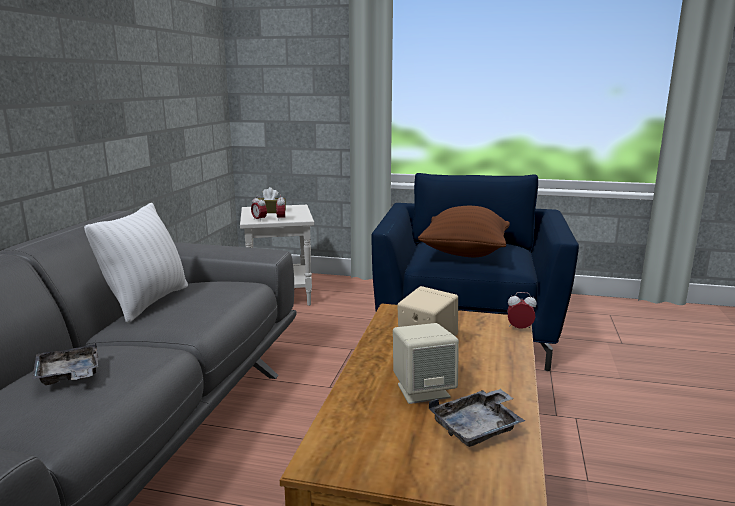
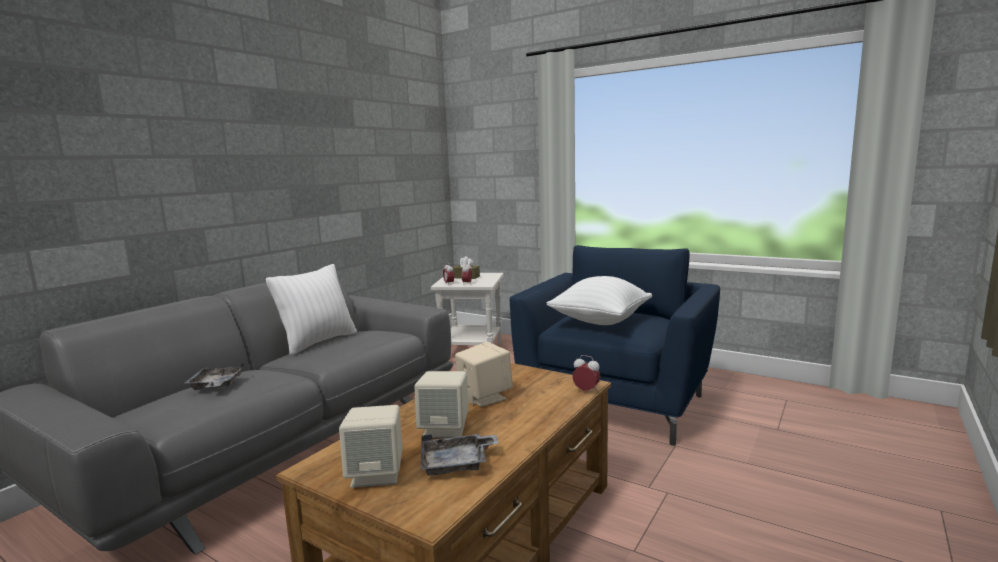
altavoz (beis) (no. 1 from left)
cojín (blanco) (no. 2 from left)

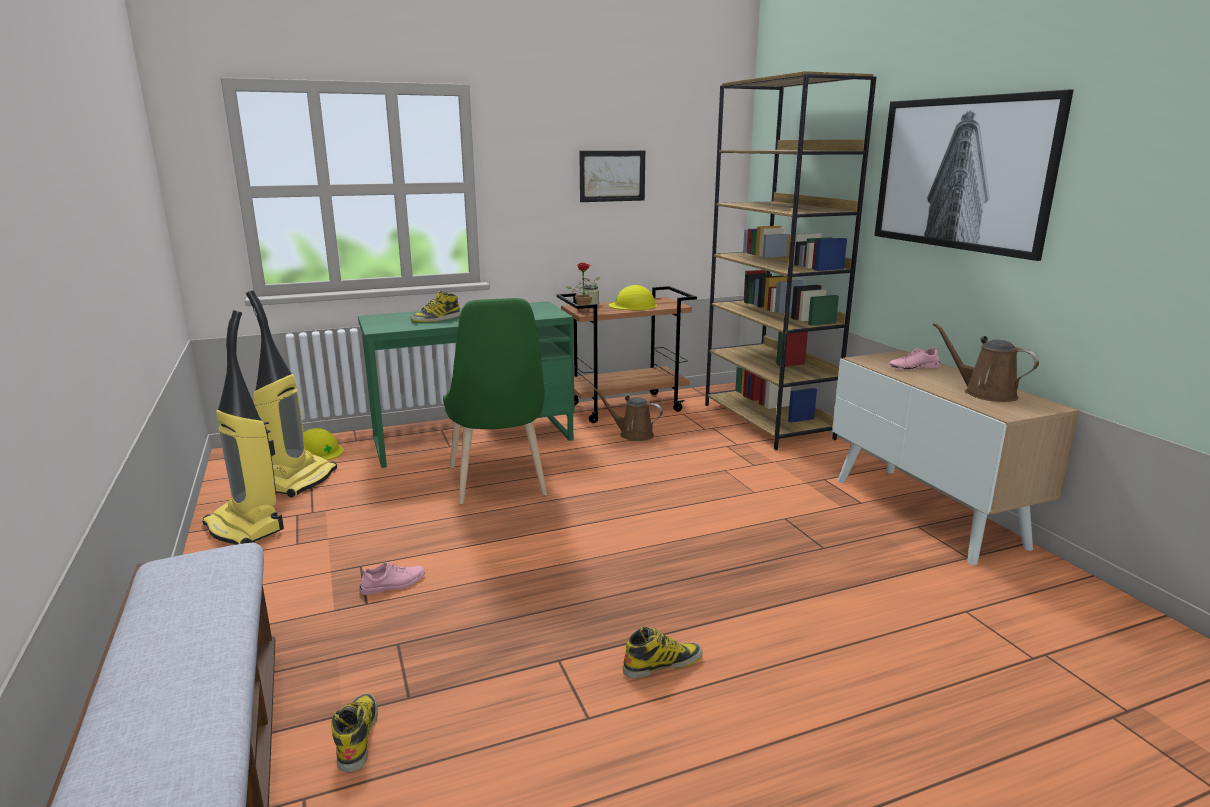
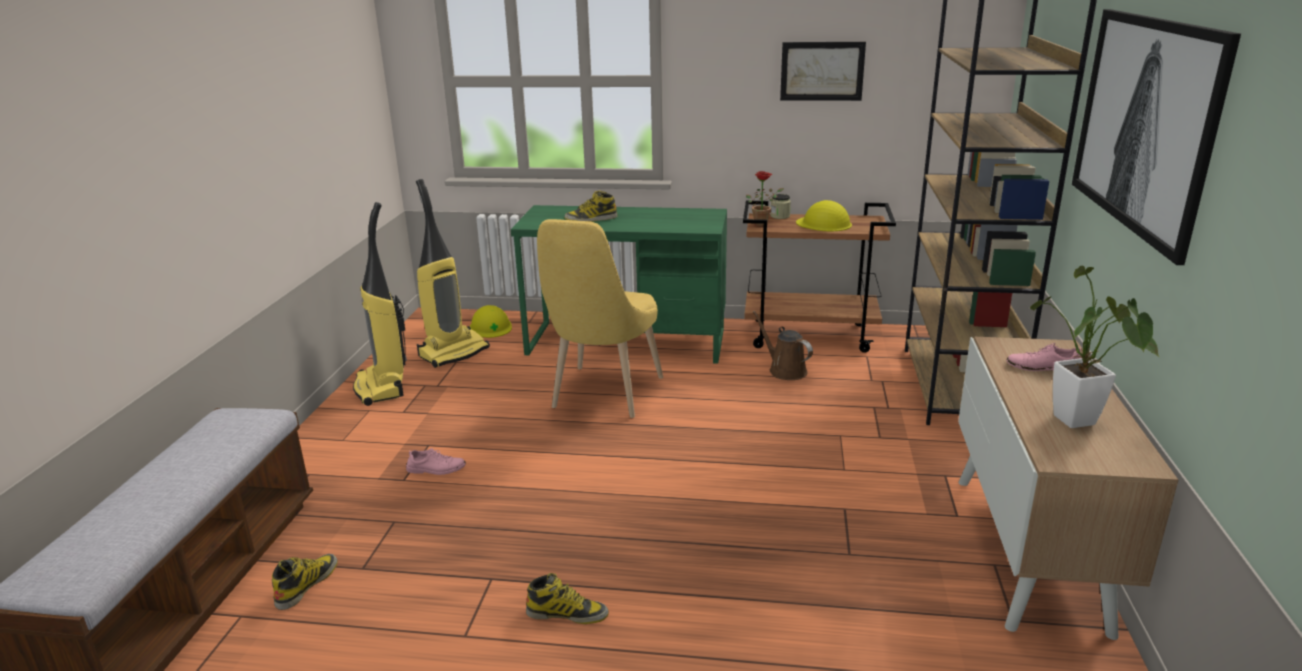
planta en maceta (no. 2 from left)
silla (amarillo)

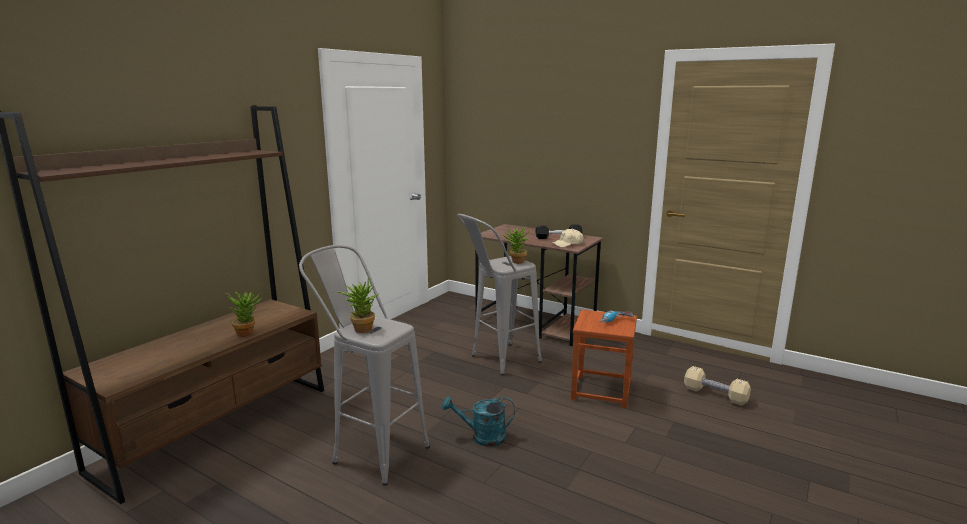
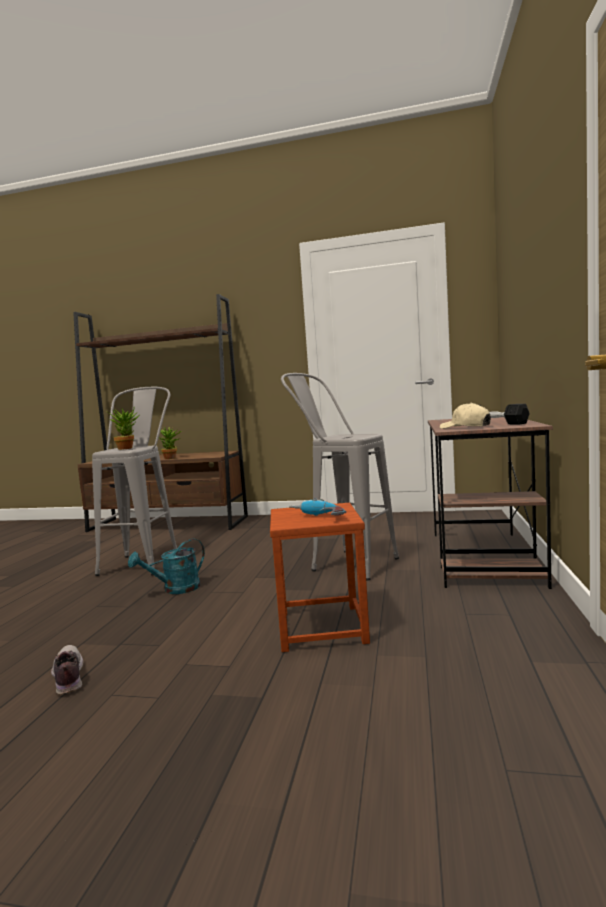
planta en maceta (no. 3 from left in the first image)
mancuerna (beis)
zapato
regadera (turquesa)

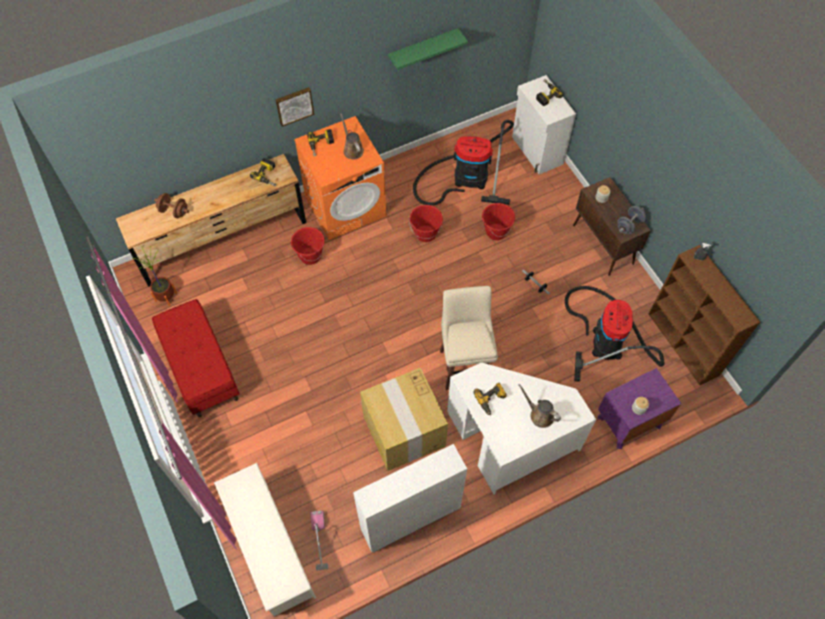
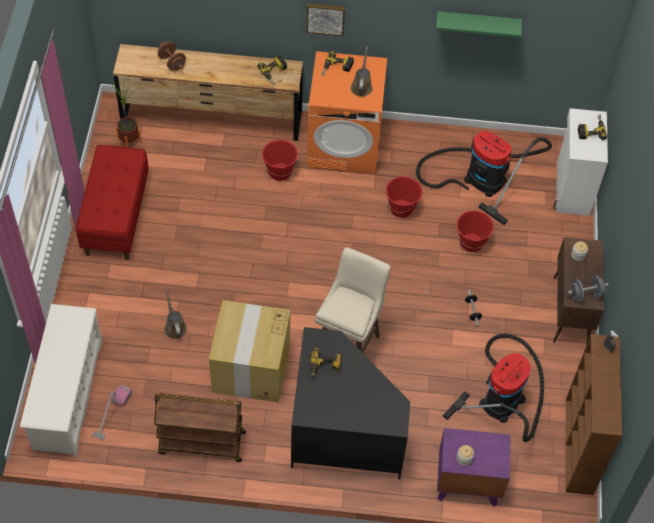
regadera (marrón) (no. 1 from left)
carrito (marrón)
escritorio (negro)

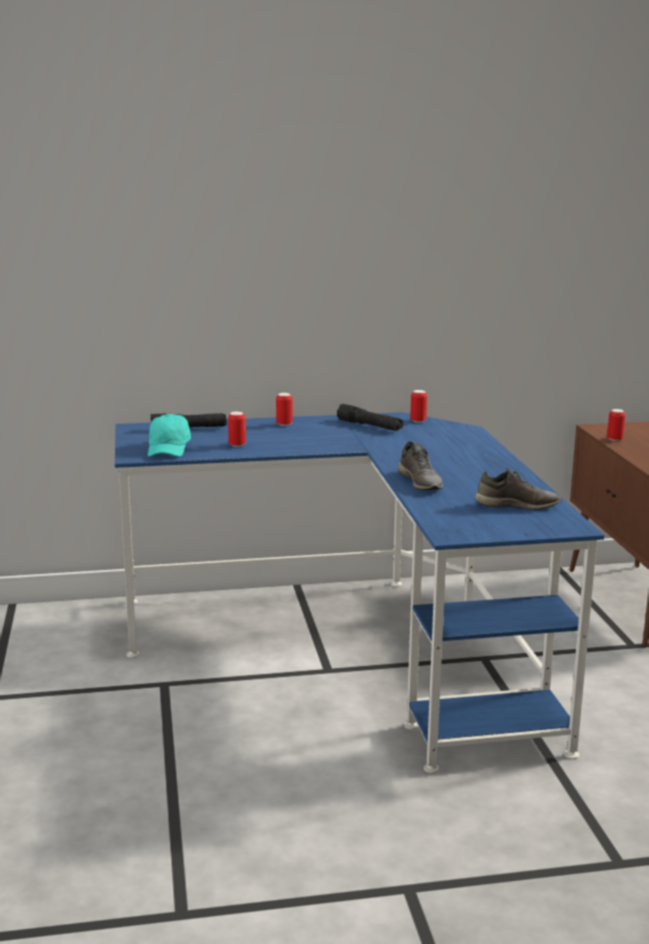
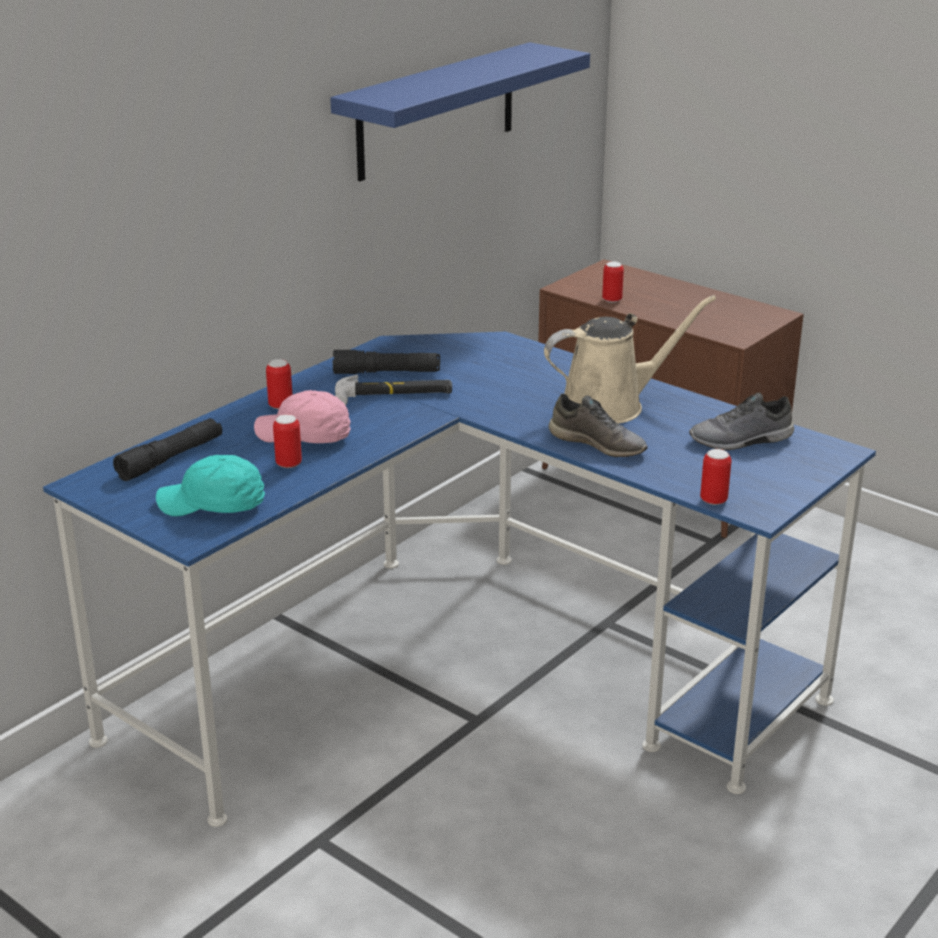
gorra (rosa)
estante (azul)
martillo
regadera (beis)
lata (no. 4 from left)
gorra (turquesa)
zapato (gris) (no. 2 from left)

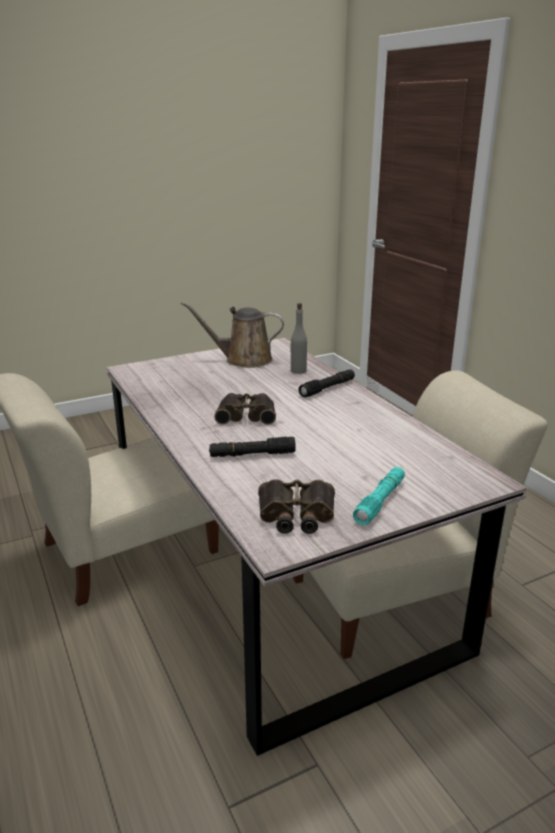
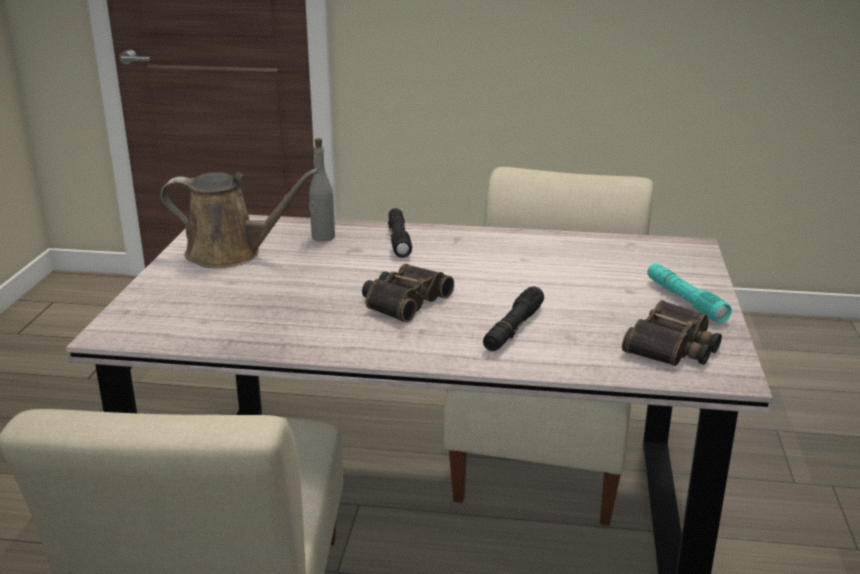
regadera (marrón)

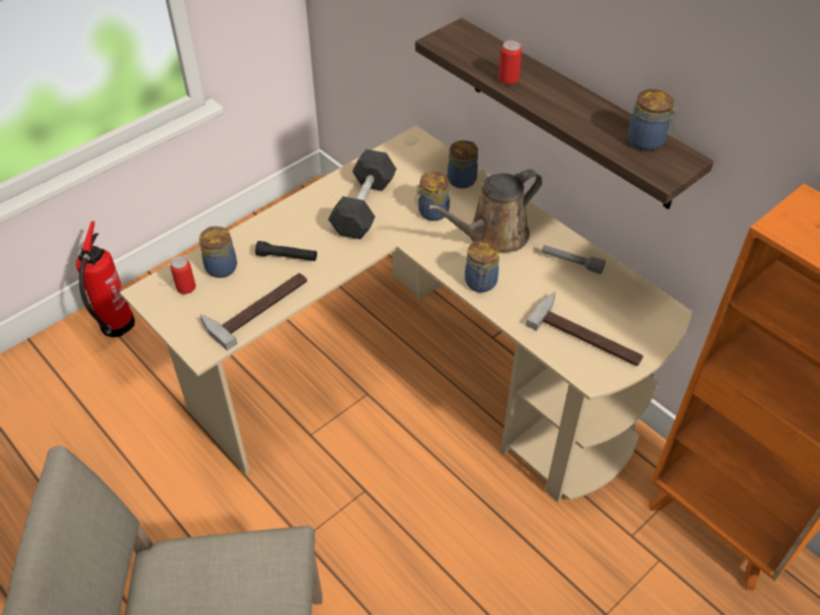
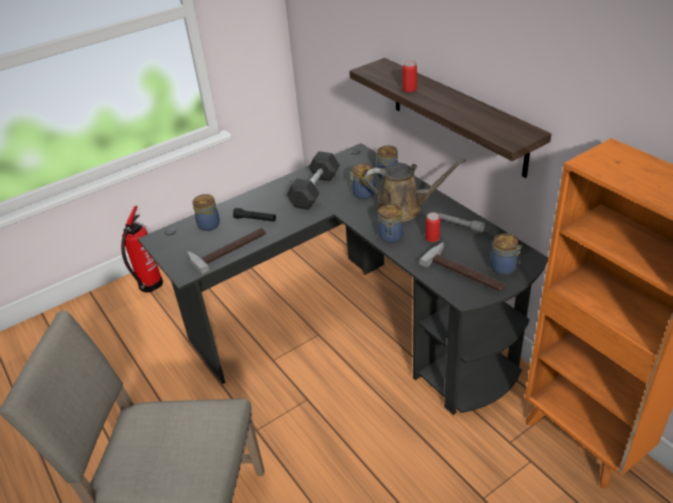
lata (no. 2 from left)
tarro (no. 5 from left)
escritorio (negro)
regadera (marrón)

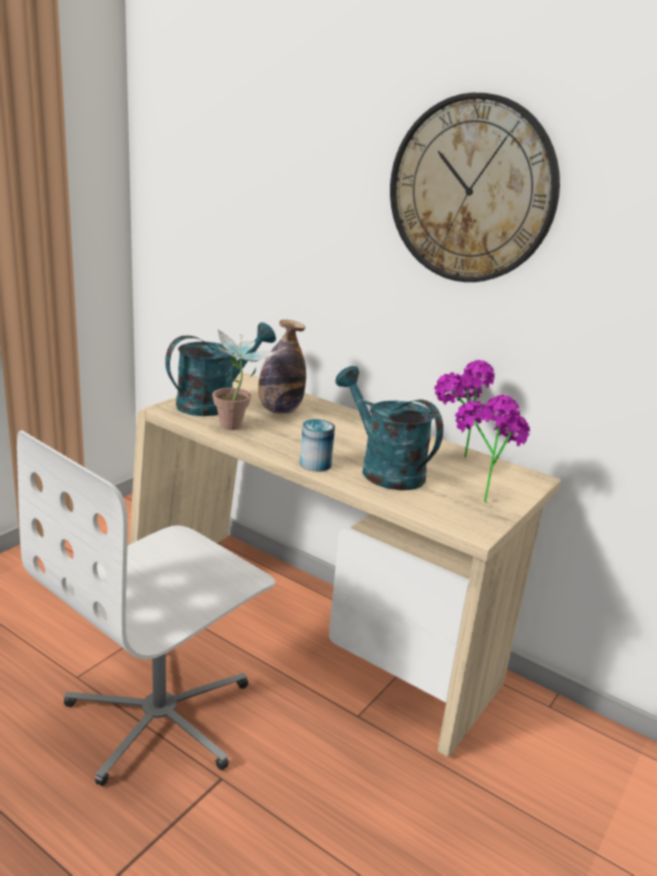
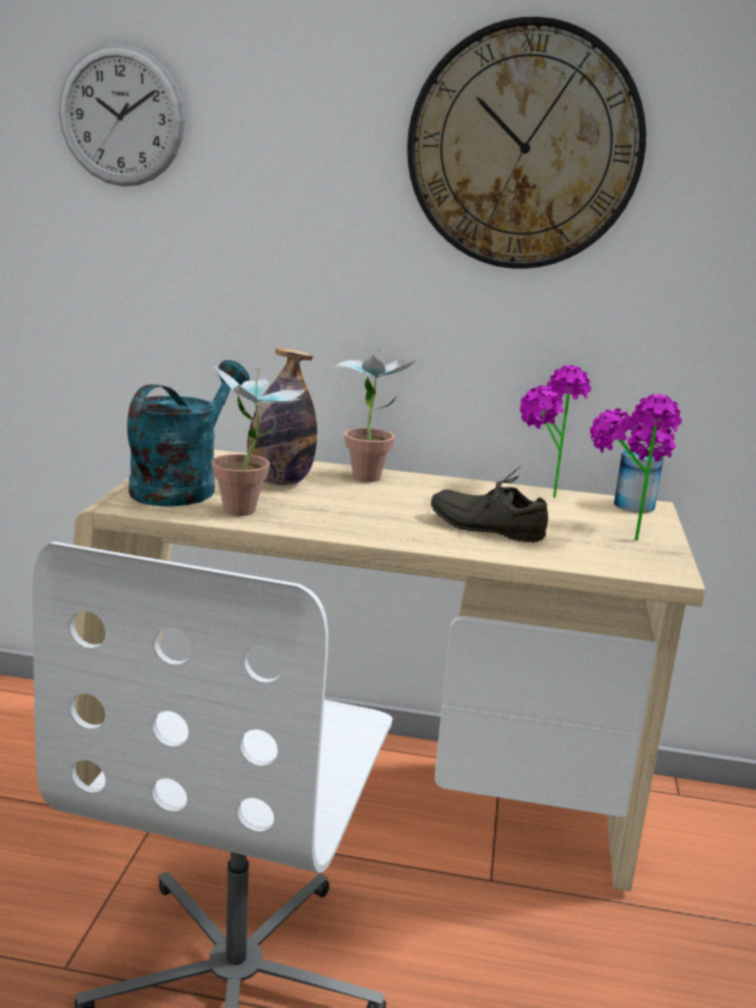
reloj de pared (no. 1 from left)
planta en maceta (no. 2 from left)
lata
zapato (gris)

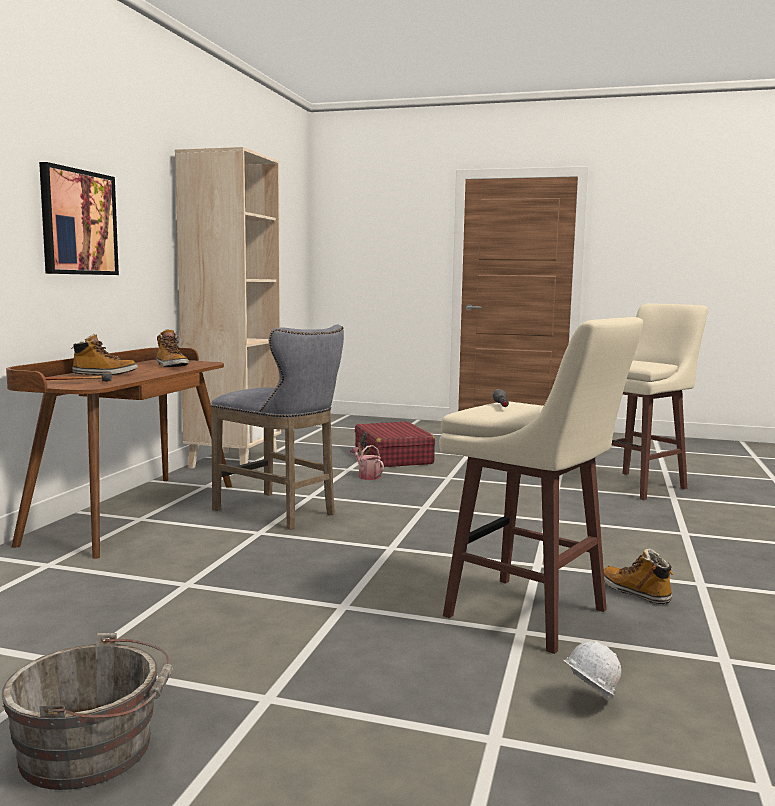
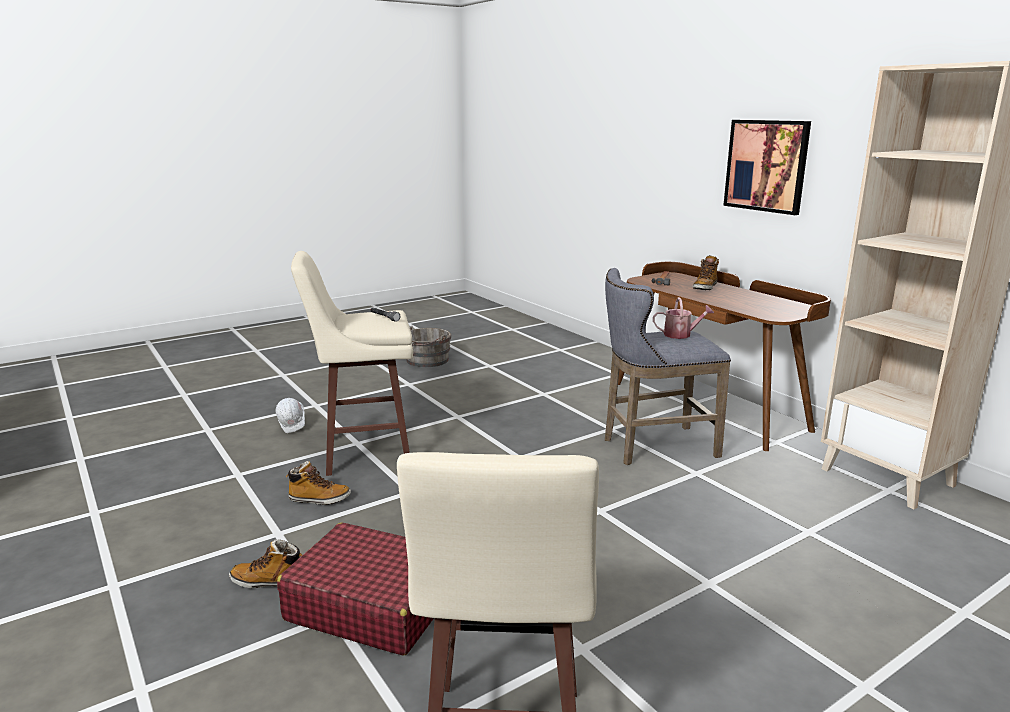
bota (no. 1 from left)
regadera
maleta (rojo)

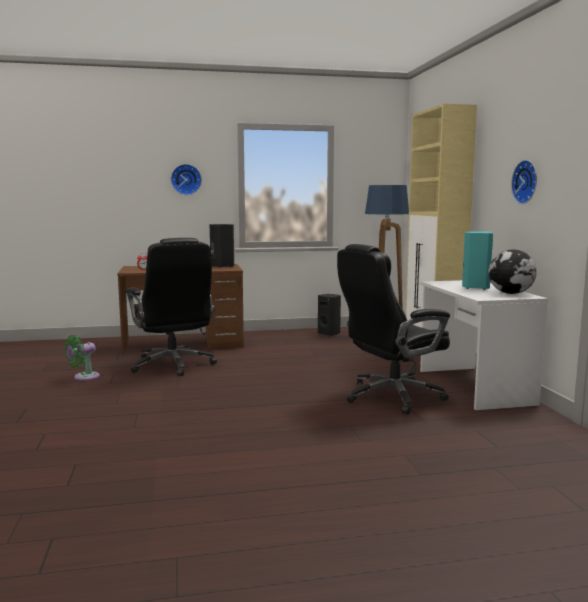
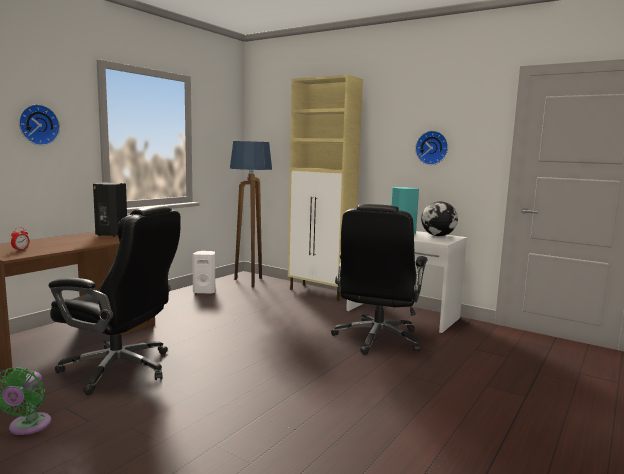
altavoz (blanco)

